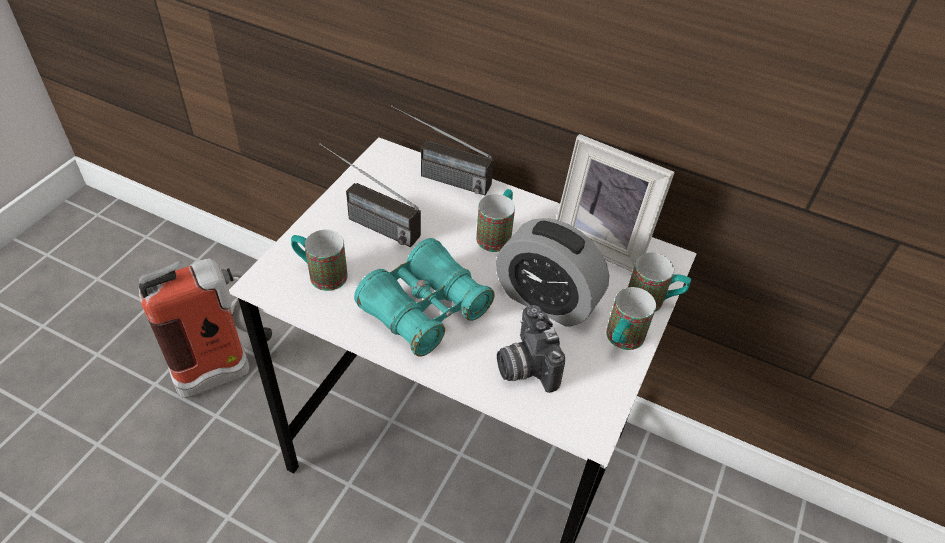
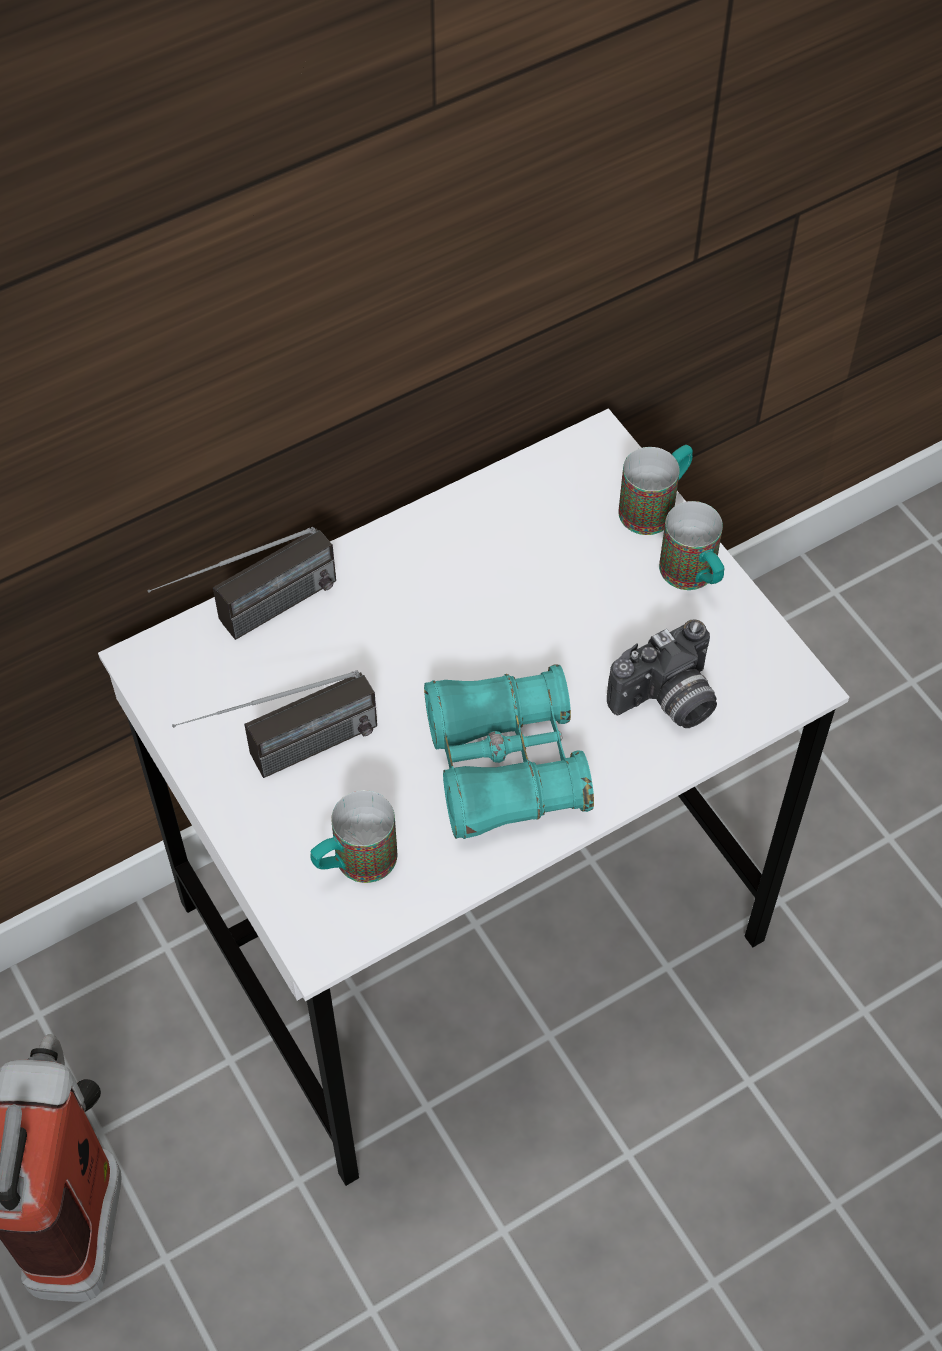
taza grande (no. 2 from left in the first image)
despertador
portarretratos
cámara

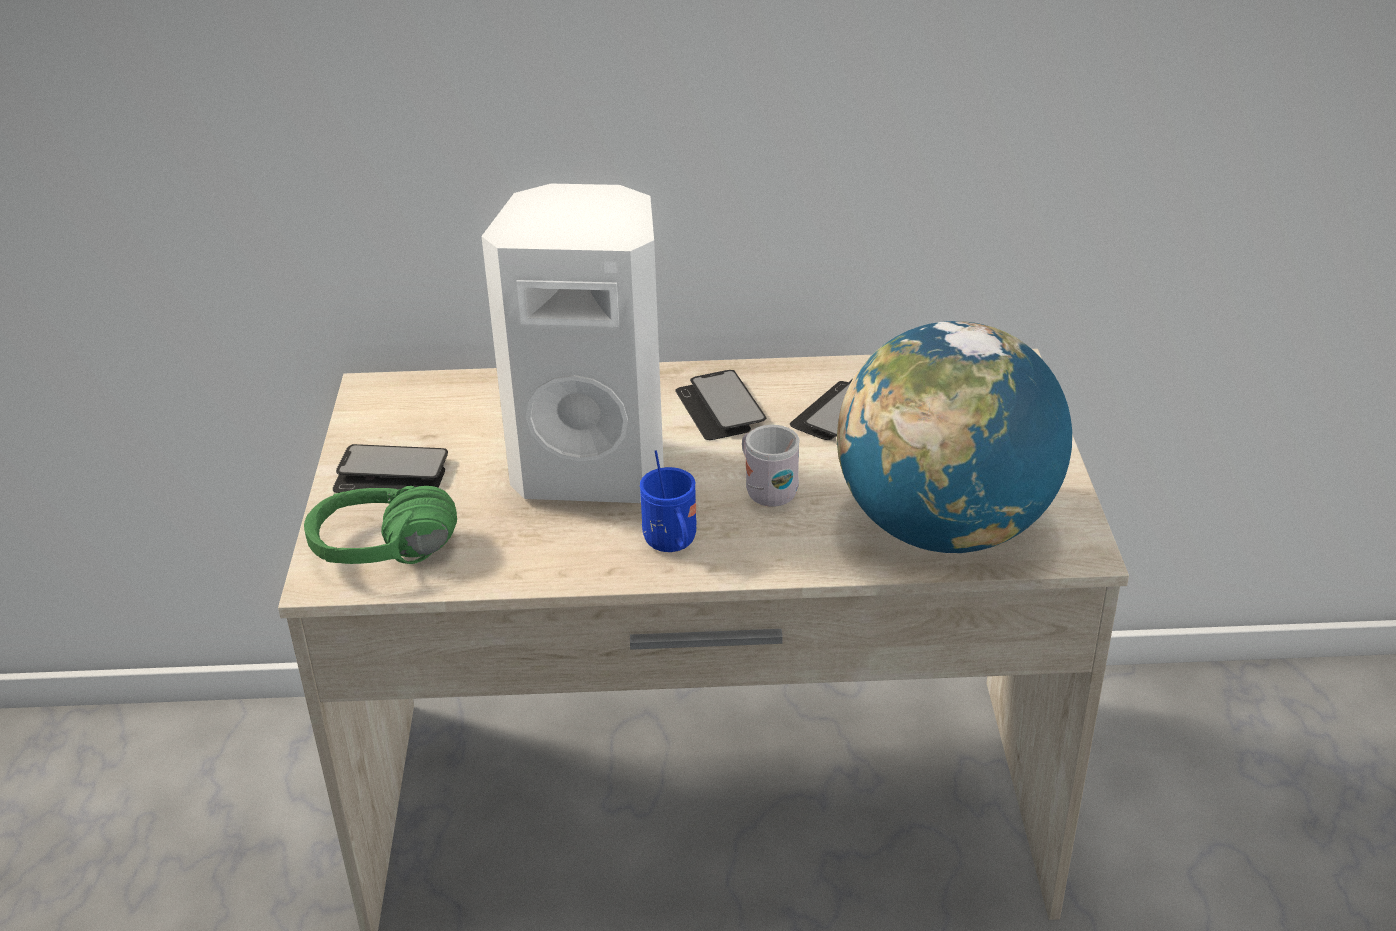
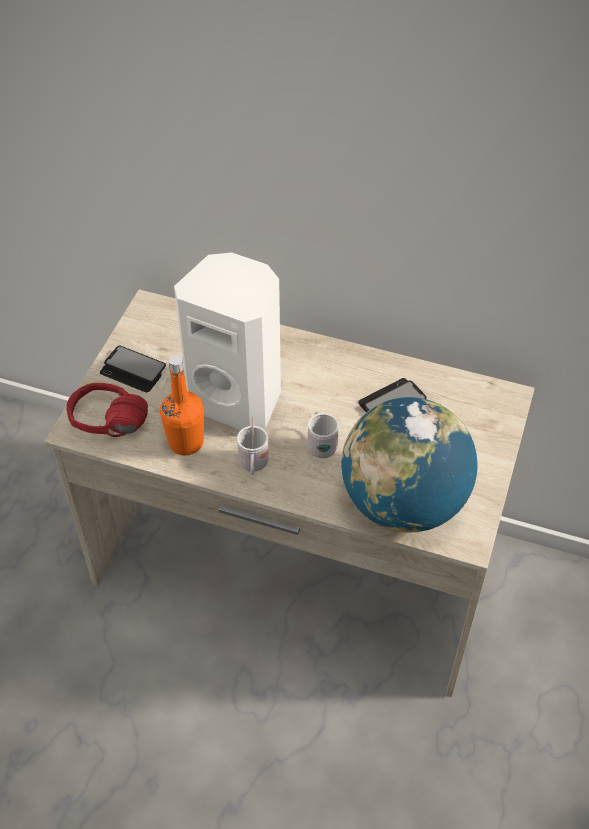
móvil (no. 2 from left in the first image)
botella (naranja)
auriculares (rojo)
taza grande (blanco) (no. 1 from left)

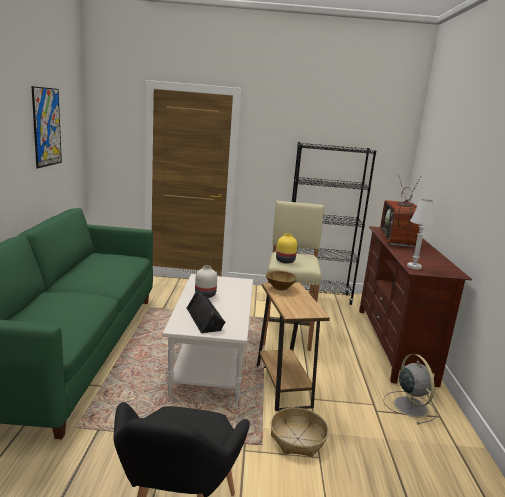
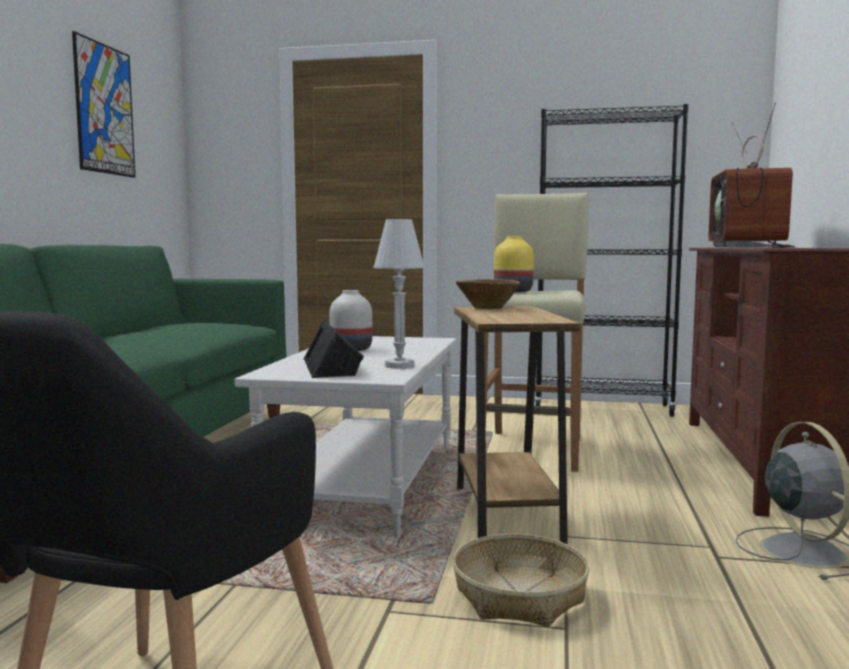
lámpara de mesa (blanco)

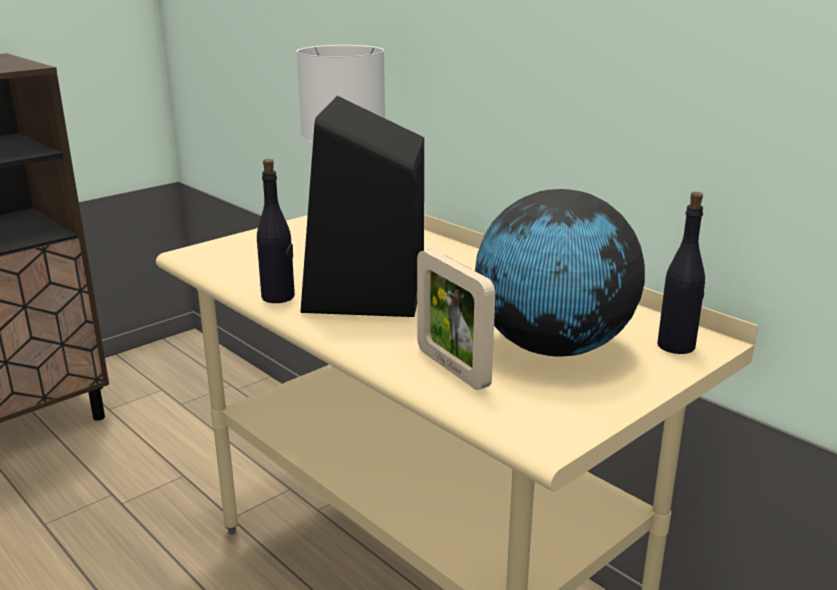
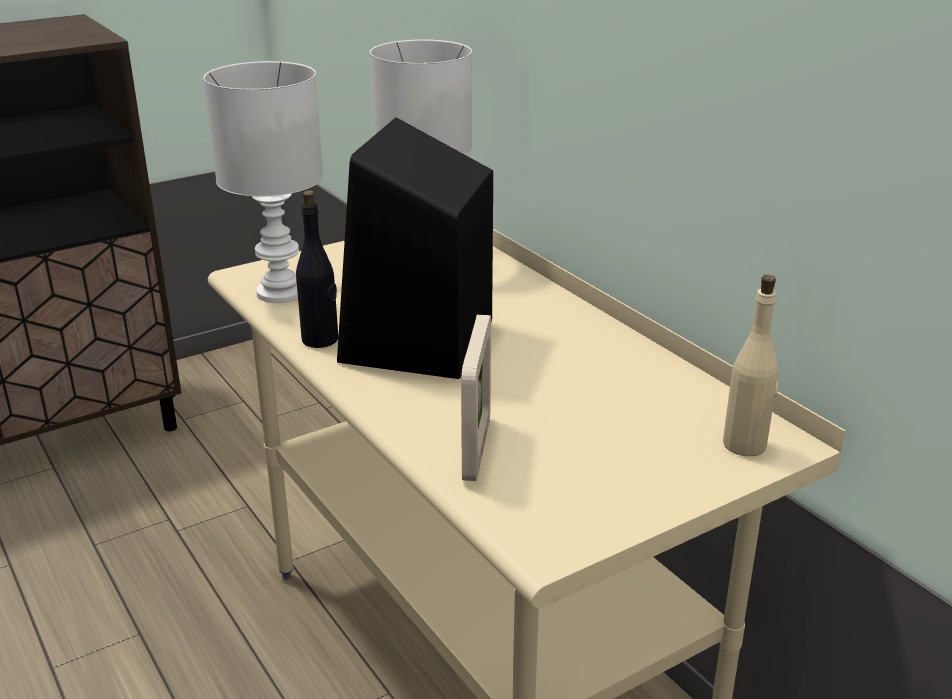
globo terráqueo
lámpara de mesa (blanco) (no. 1 from left)
botella (beis)
portarretratos

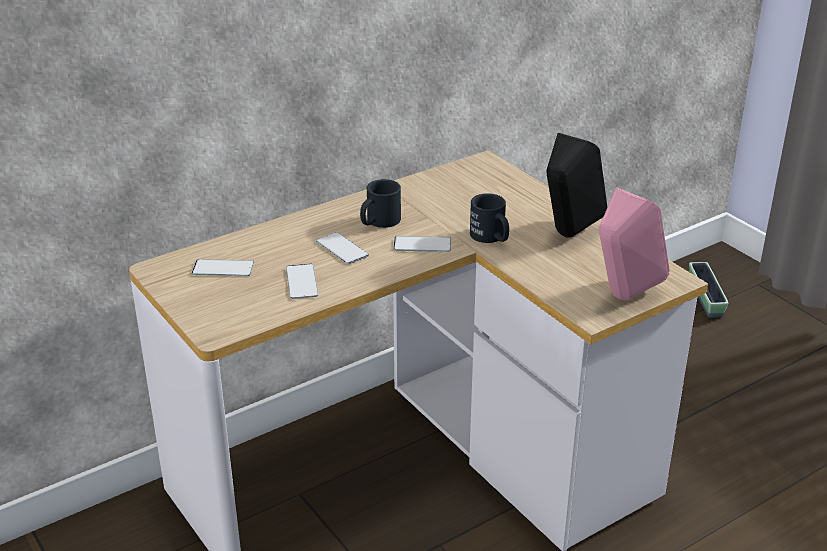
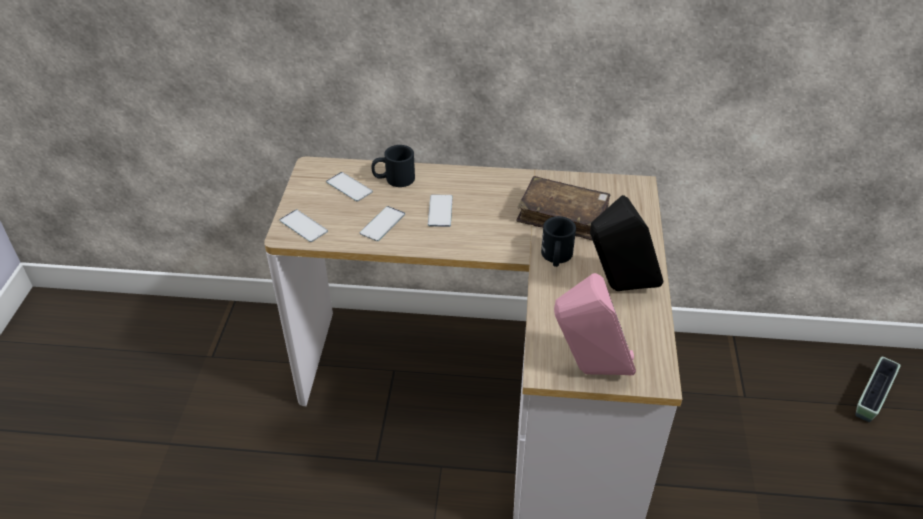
libro (marrón)
taza grande (negro) (no. 1 from left)
móvil (no. 1 from left)

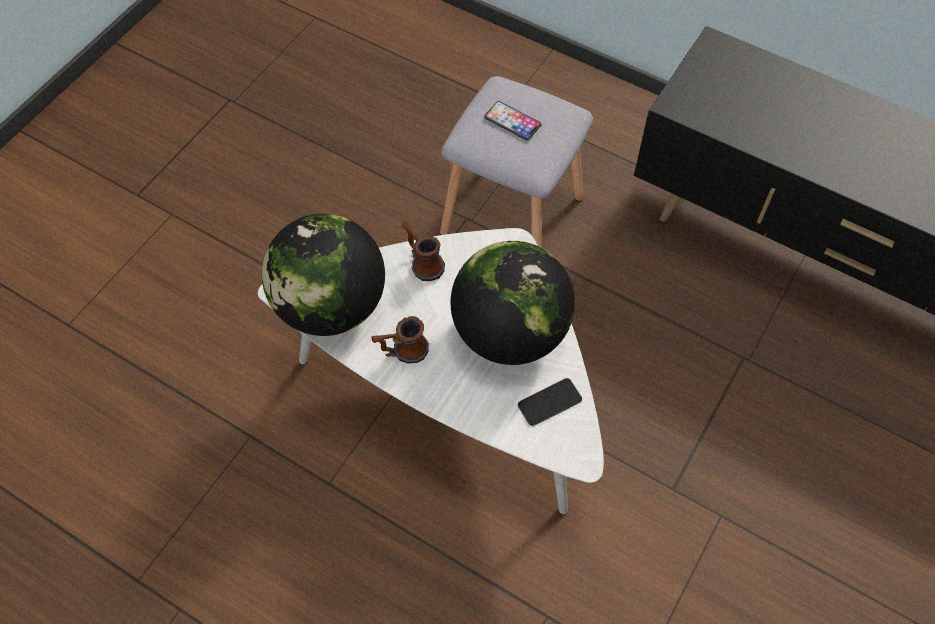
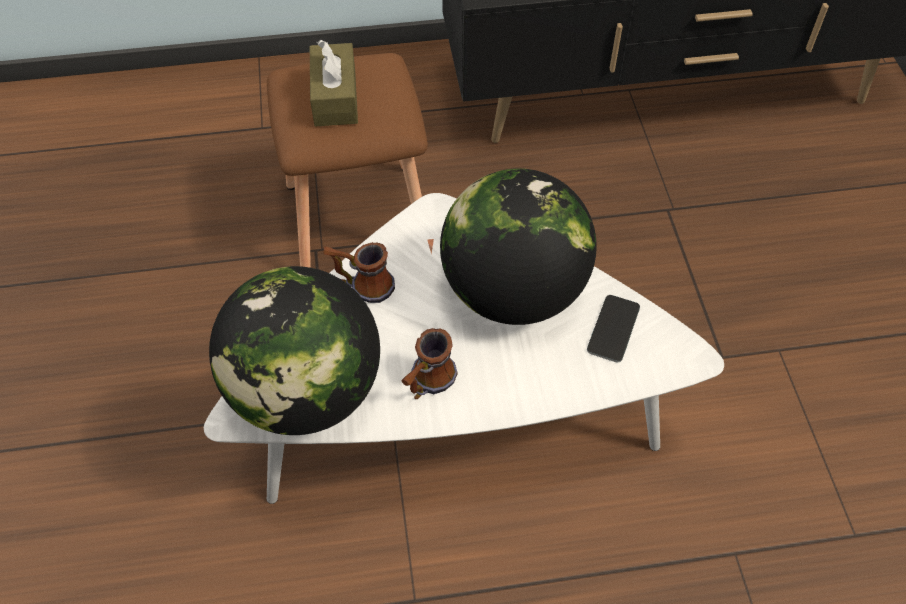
caja de pañuelos (marrón)
taburete (marrón)

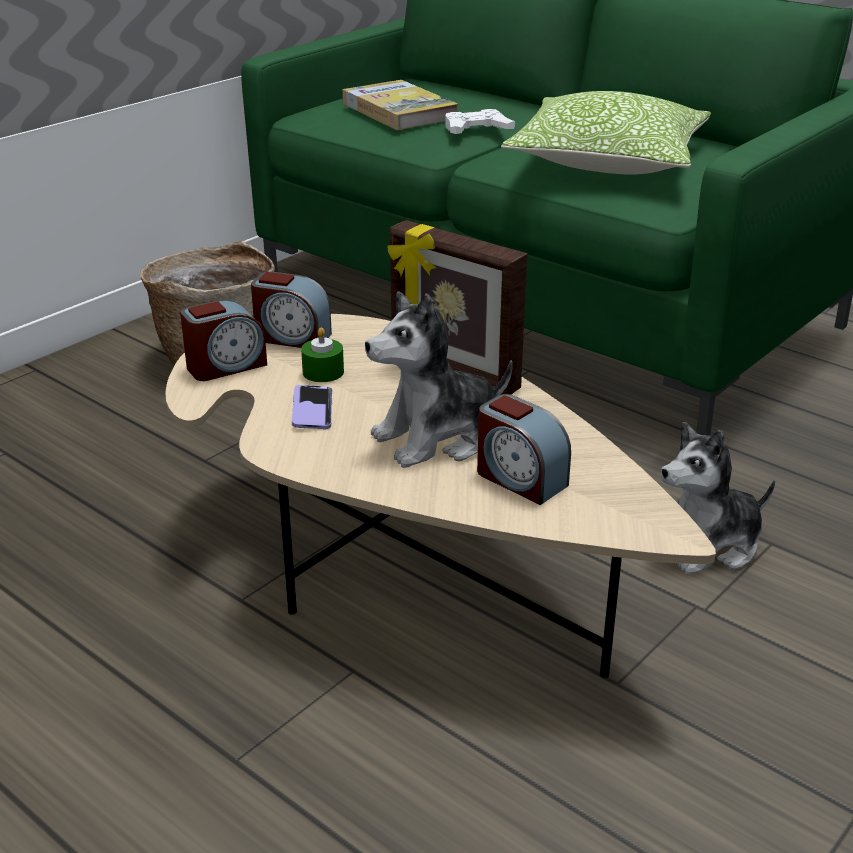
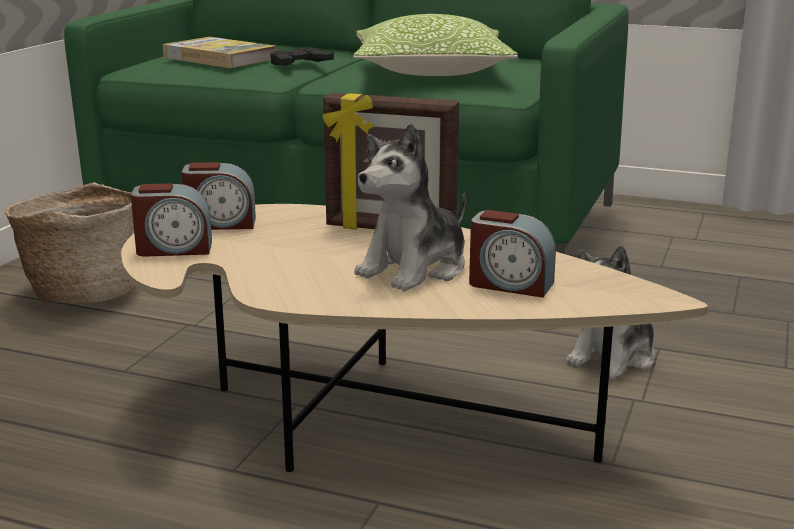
móvil
vela (verde)
mando de consola (negro)
despertador (no. 1 from left)

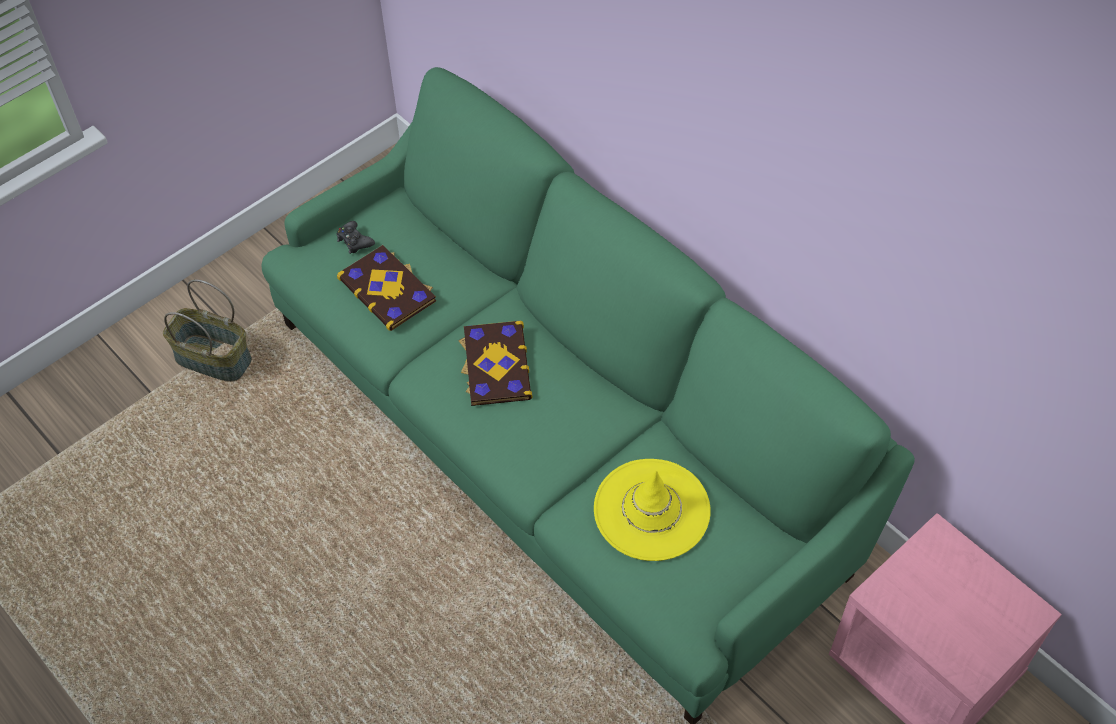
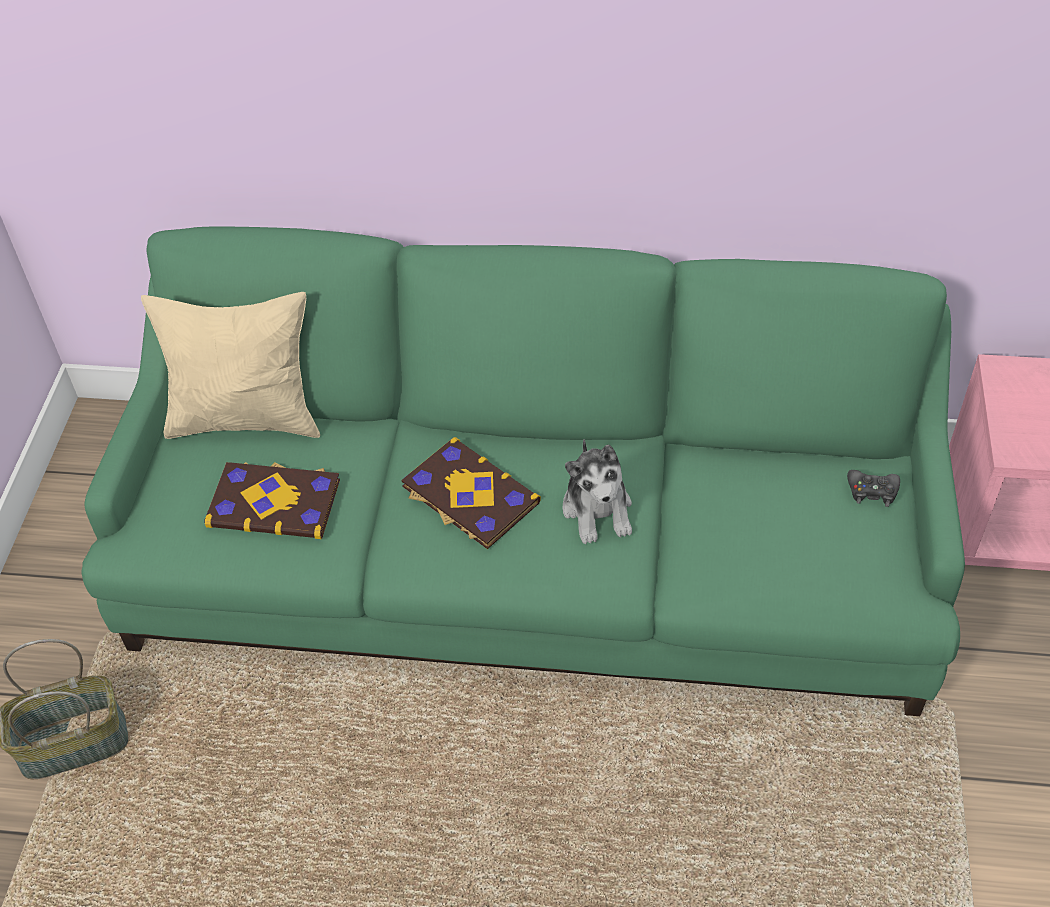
sombrero (amarillo)
cojín (beis)
peluche
mando de consola (negro)

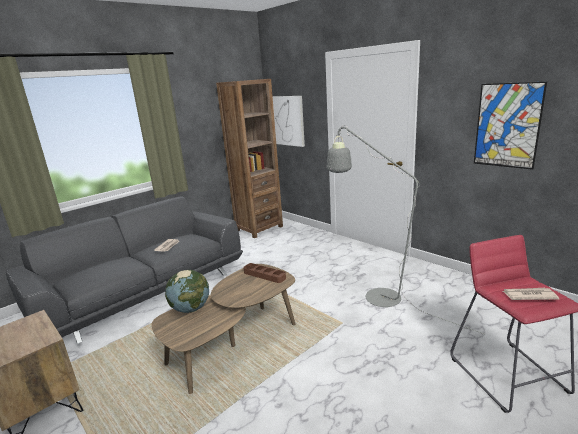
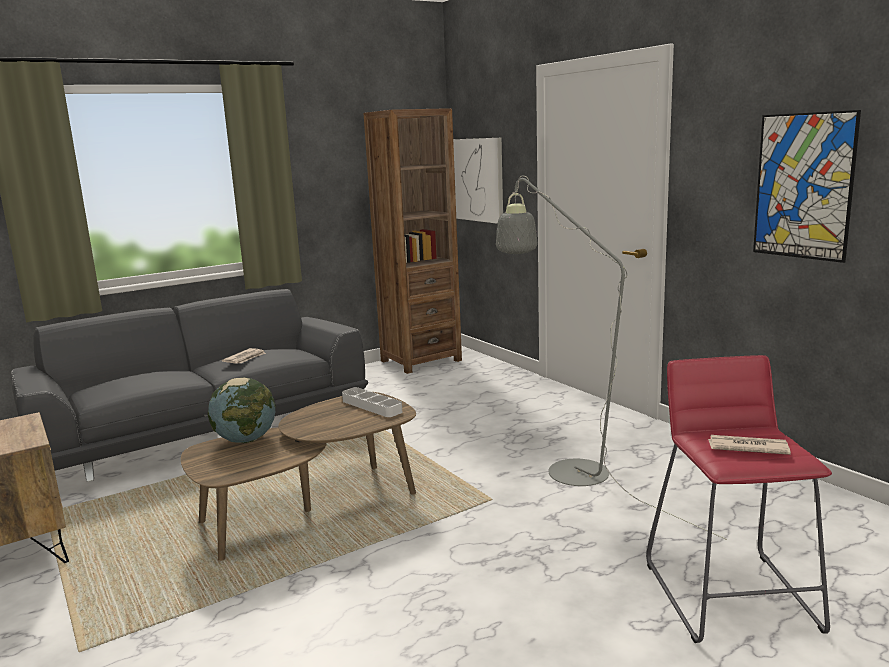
bandeja (gris)

